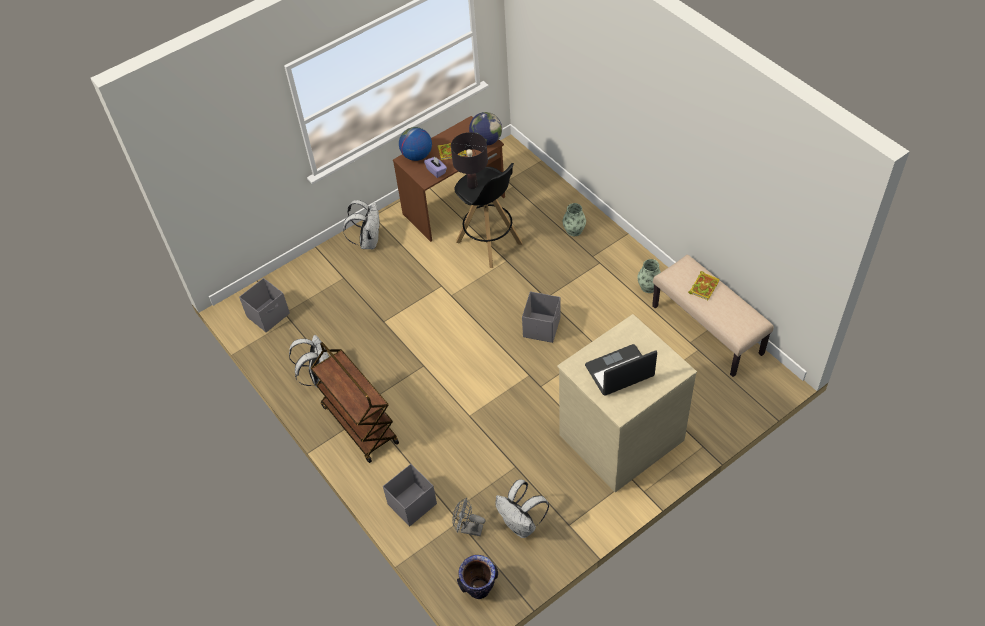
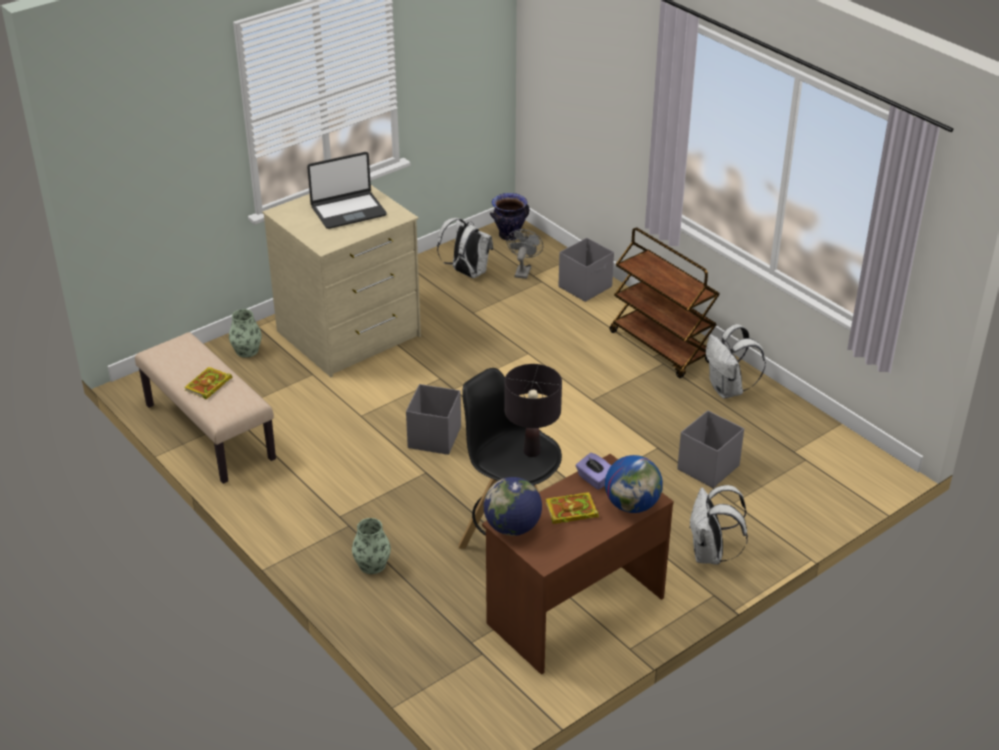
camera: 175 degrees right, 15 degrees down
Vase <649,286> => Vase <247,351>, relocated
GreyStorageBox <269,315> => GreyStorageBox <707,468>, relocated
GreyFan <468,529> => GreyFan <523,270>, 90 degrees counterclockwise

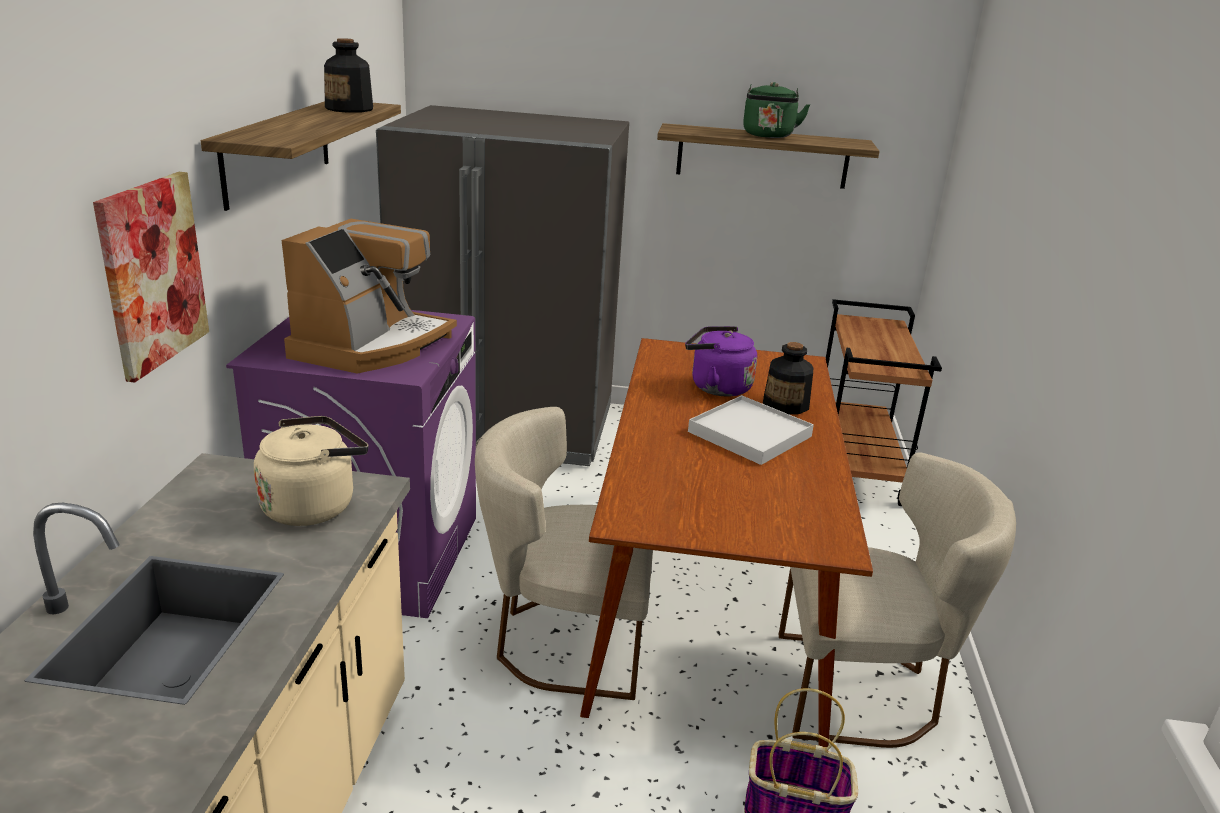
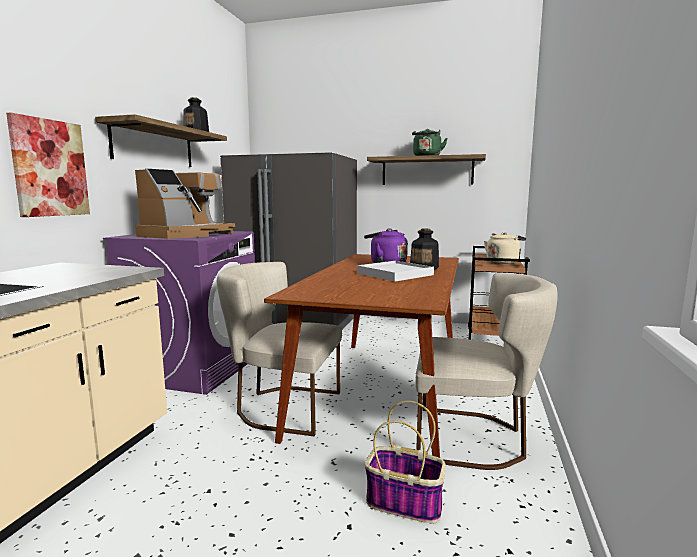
camera: 10 degrees right, 15 degrees down
BeigeKettle <313,505> => BeigeKettle <503,262>, relocated

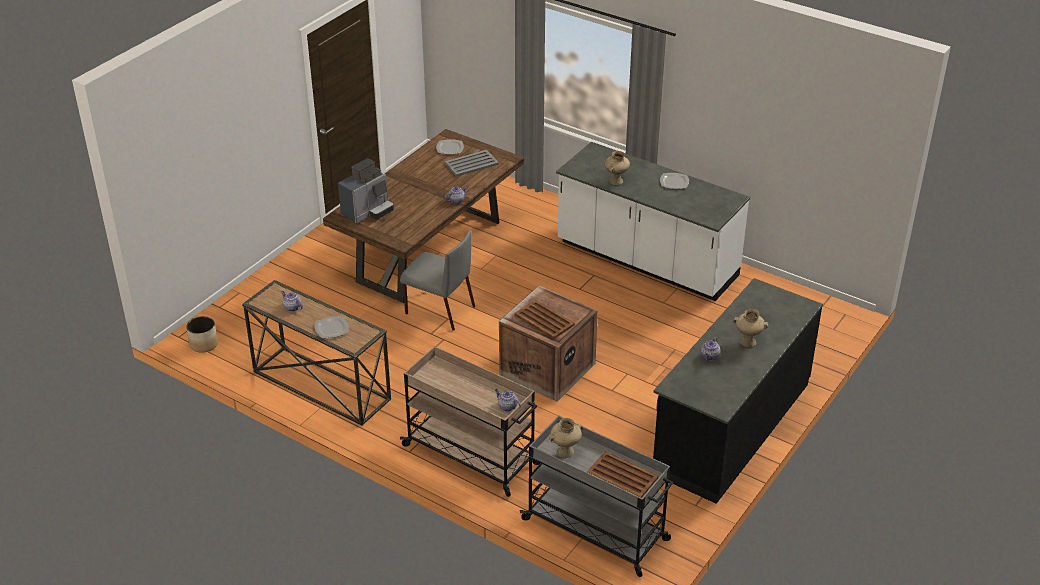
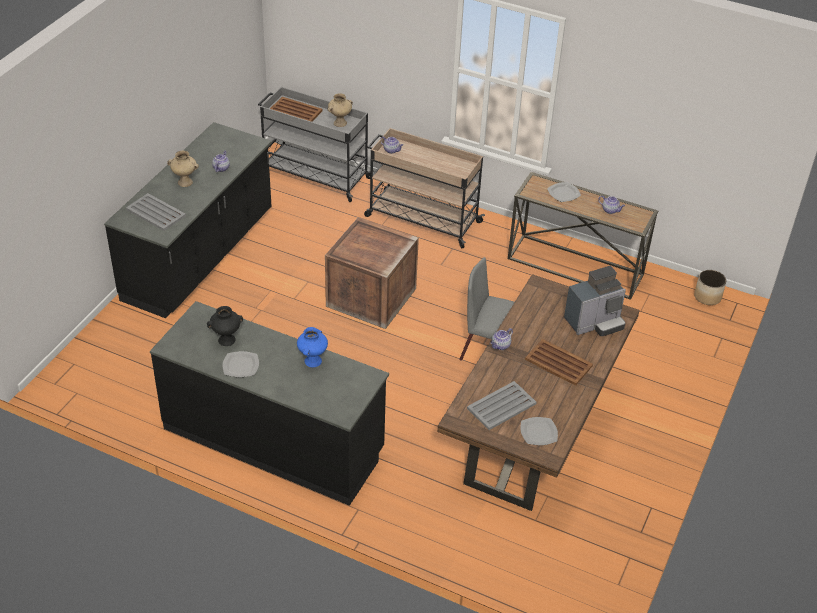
camera: 170 degrees right, 5 degrees up
WhiteCounter <646,261> => BlackCounter <274,439>
BeigeVase <616,181> => BlueVase <312,360>
CoffeeMachine <368,211> => CoffeeMachine <594,322>, 150 degrees counterclockwise
BrownTray <544,320> => BrownTray <558,362>, relocated
nothing => GreyTray <155,212>
nothing => BlackVase <227,340>

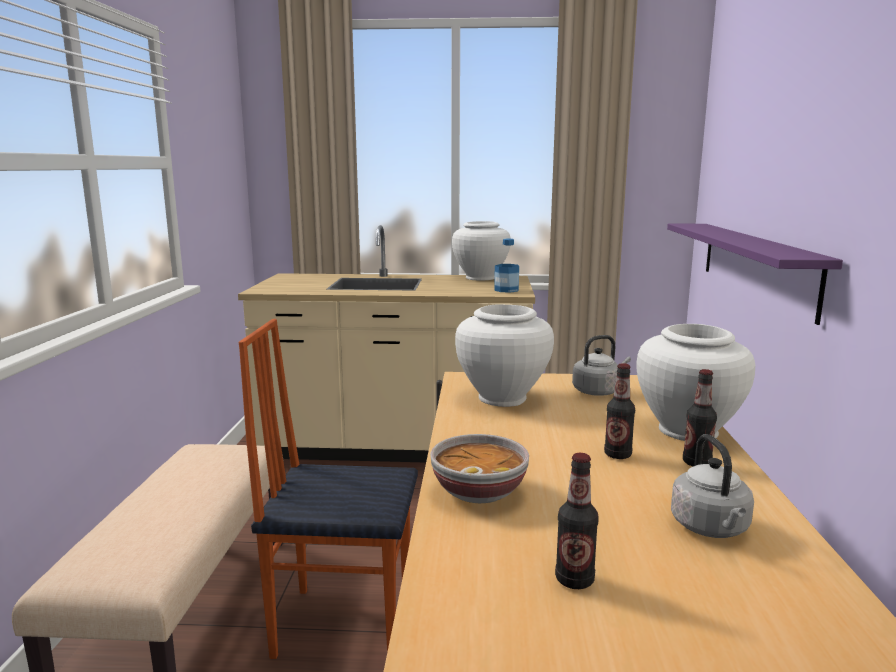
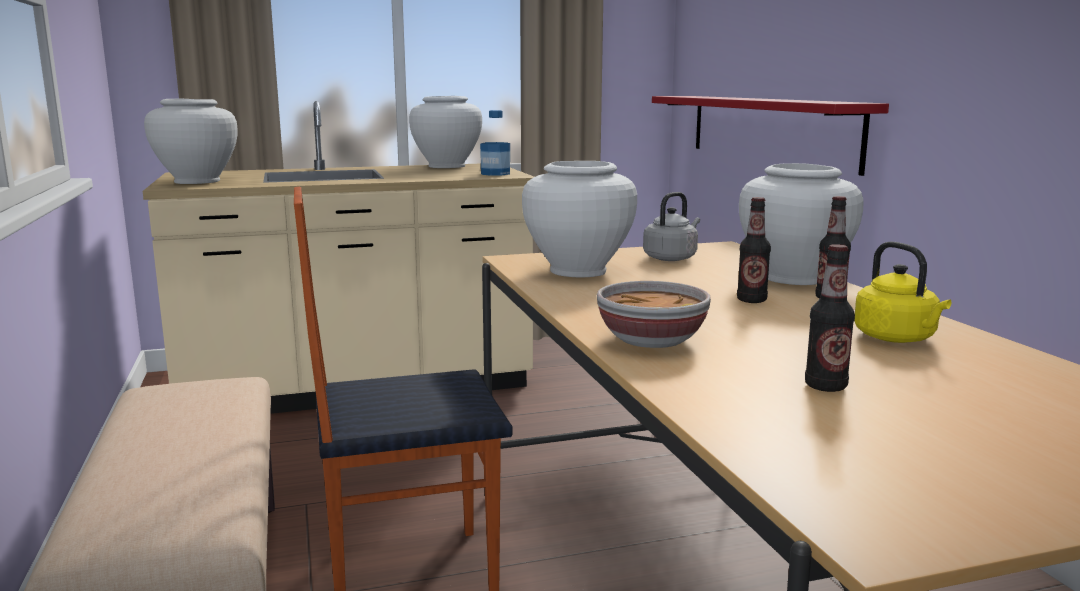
camera: 20 degrees left, 0 degrees up
PurpleShelf <755,265> => RedShelf <768,129>
GreyKettle <711,528> => YellowKettle <897,338>
nothing => WhiteVase <197,181>

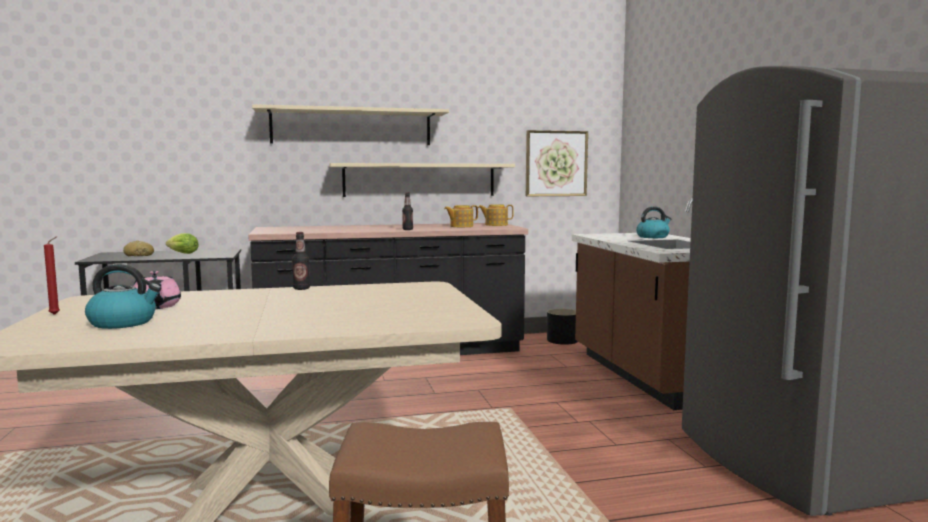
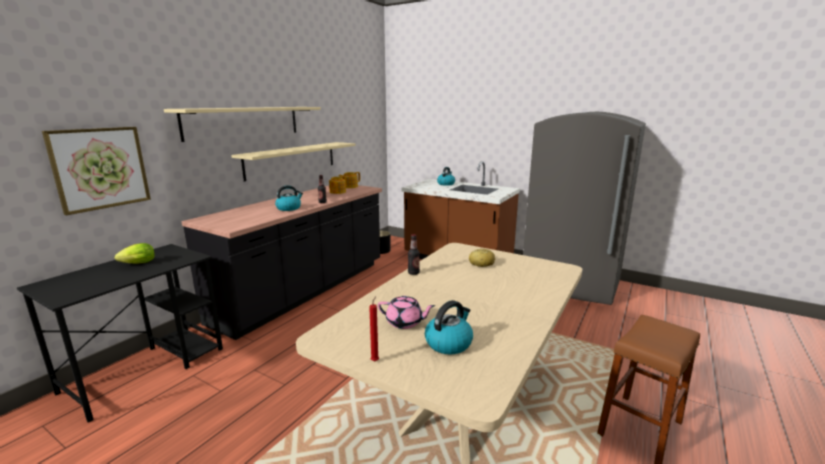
camera: 45 degrees left, 10 degrees up
Picture <556,163> => Picture <100,168>, relocated
Bread <139,255> => Bread <481,263>, relocated
nothing => Kettle <289,208>

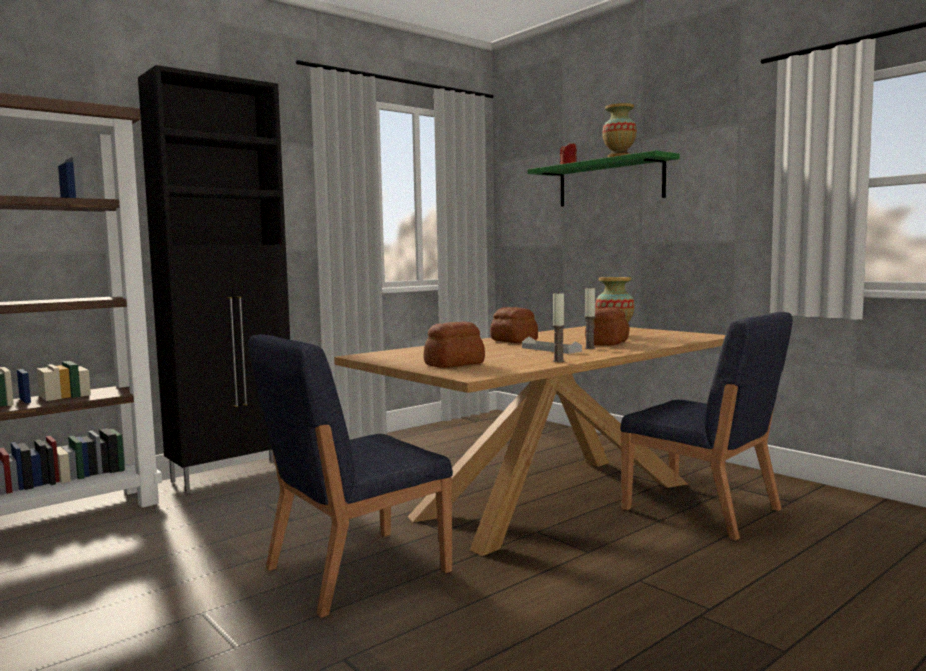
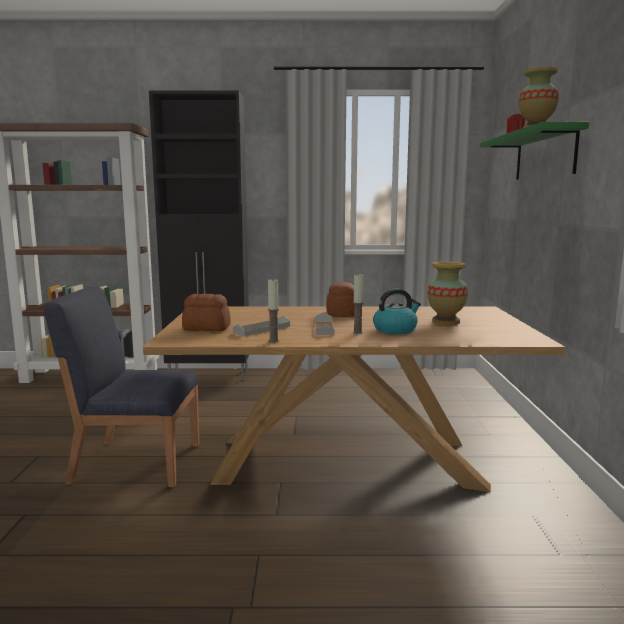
camera: 40 degrees right, 5 degrees up
Bread <606,343> => Kettle <395,330>
BlueChair <702,510> => nothing
nothing => GreyTray <262,329>

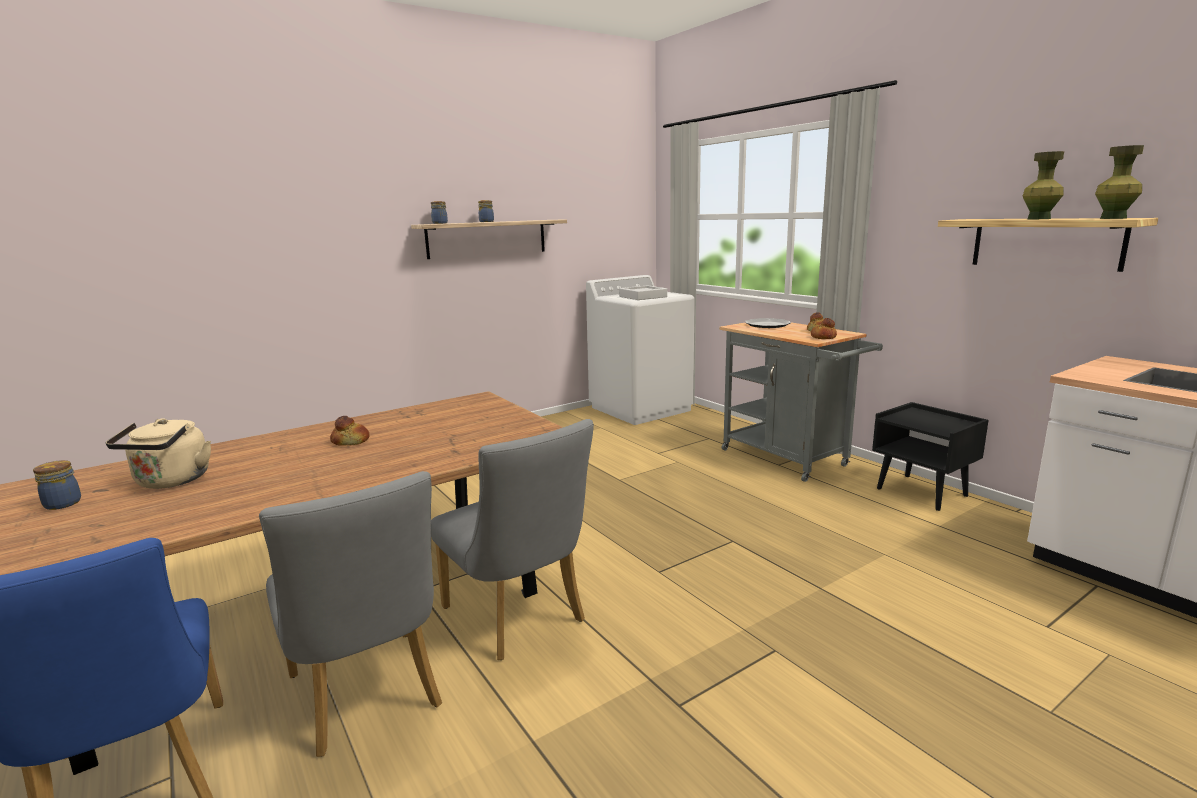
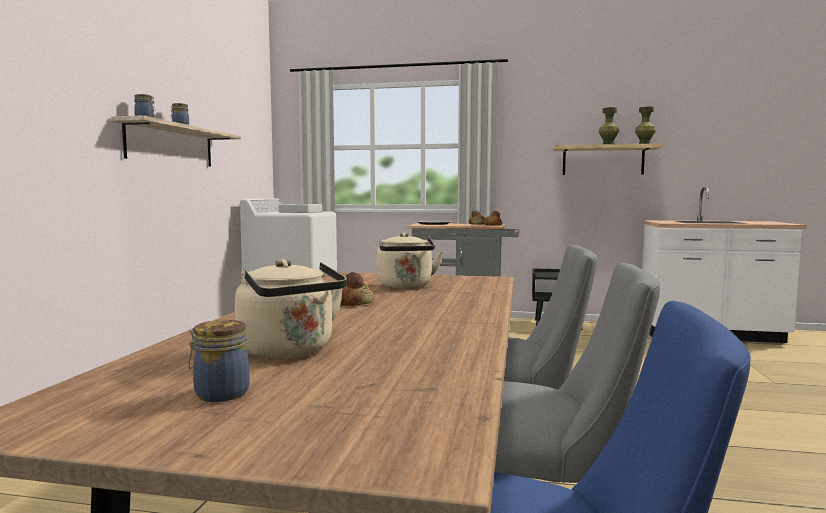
camera: 45 degrees left, 10 degrees down
nothing => BeigeKettle <405,286>

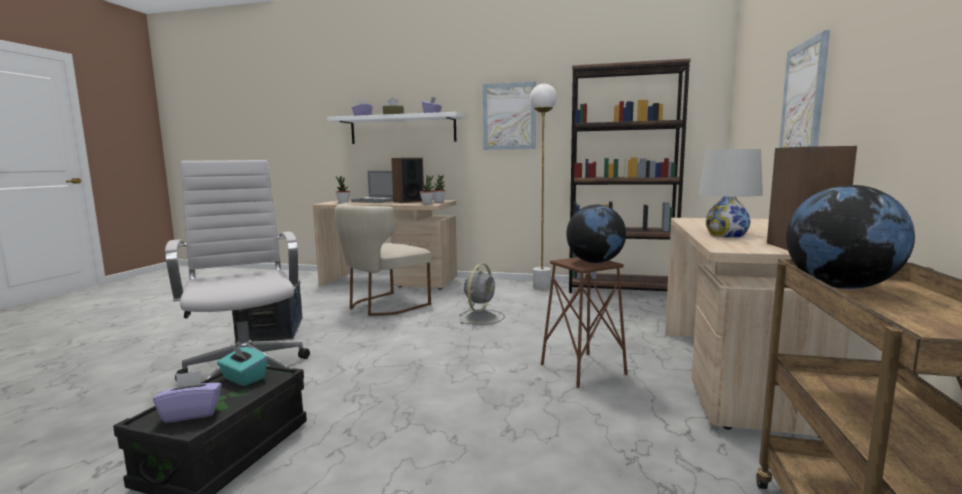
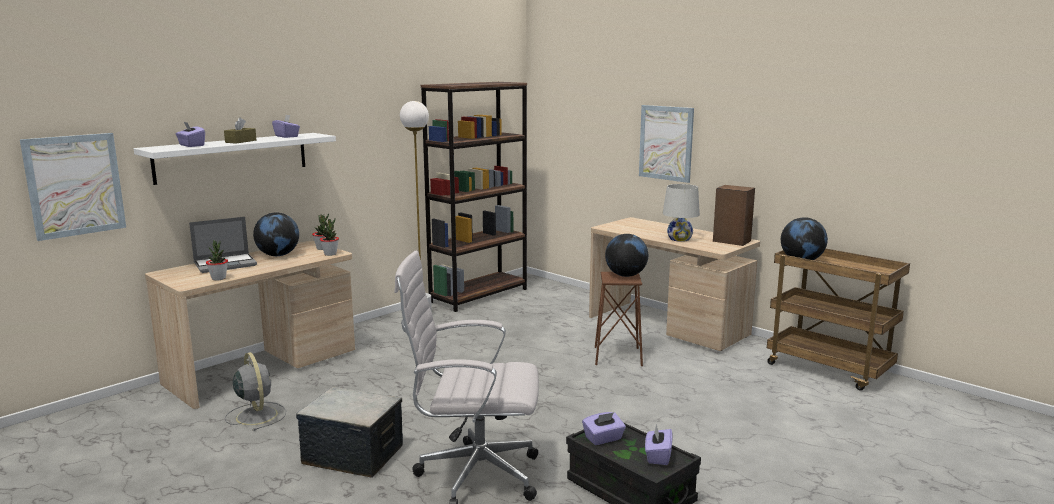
camera: 60 degrees left, 5 degrees up
Picture <509,116> => Picture <75,185>, relocated
Speaker <408,201> => Globe <278,255>
BeigeChair <383,306> => nothing
GreyFan <481,317> => GreyFan <256,415>, relocated
TurquoiseTissueBox <243,379> => PurpleTissueBox <603,439>

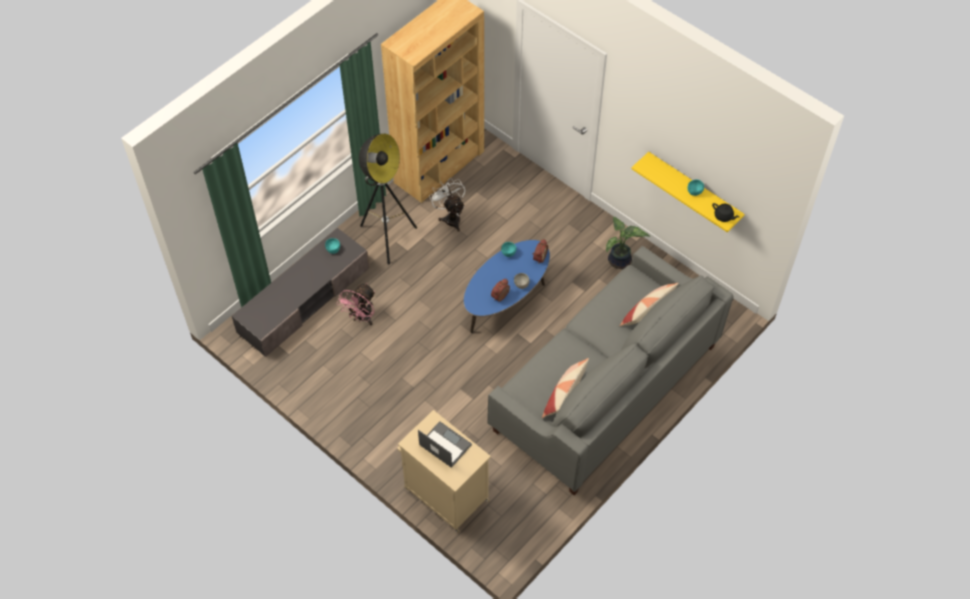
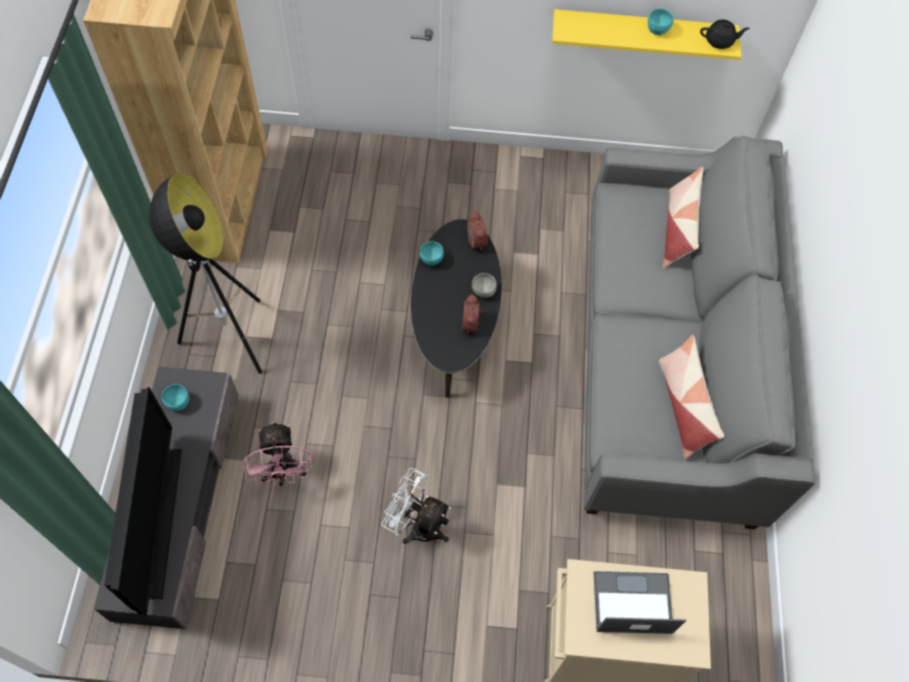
camera: 40 degrees left, 5 degrees up
WhiteFan <450,217> => WhiteFan <417,525>, relocated
PottedPlant <620,262> => nothing
BlueCoffeeTable <506,299> => BlackCoffeeTable <454,324>
nothing => Television <158,521>

